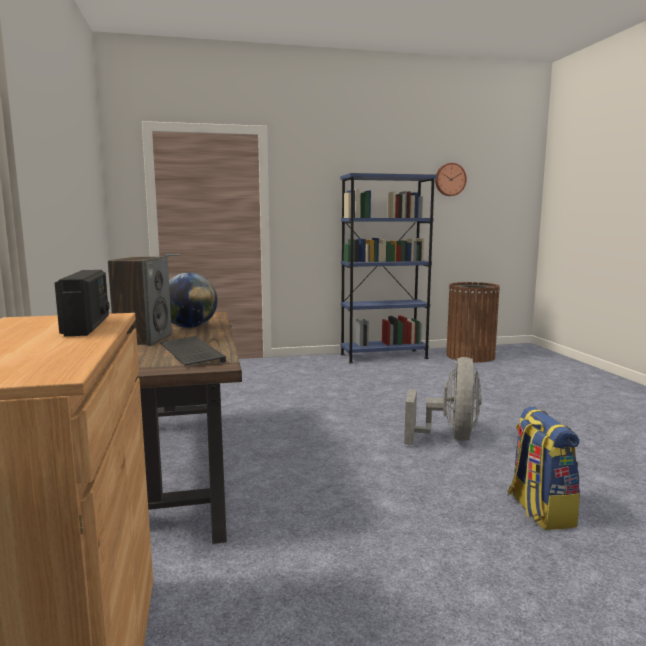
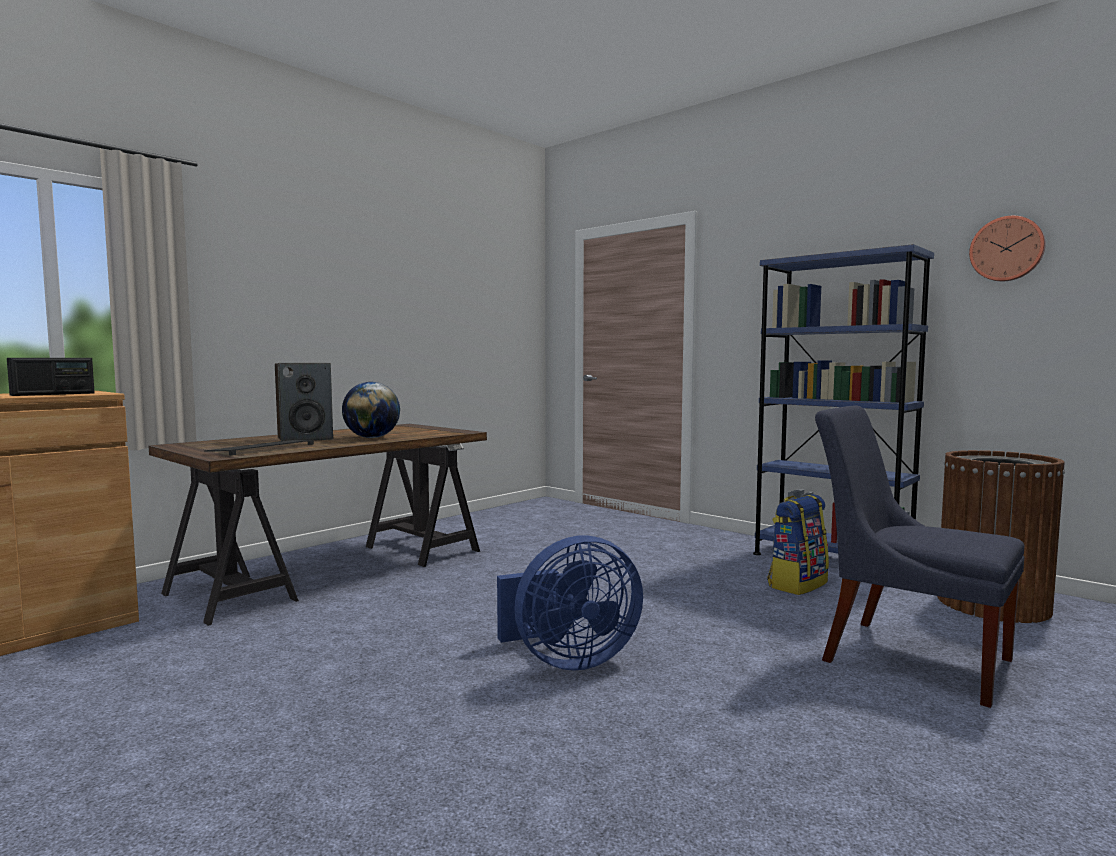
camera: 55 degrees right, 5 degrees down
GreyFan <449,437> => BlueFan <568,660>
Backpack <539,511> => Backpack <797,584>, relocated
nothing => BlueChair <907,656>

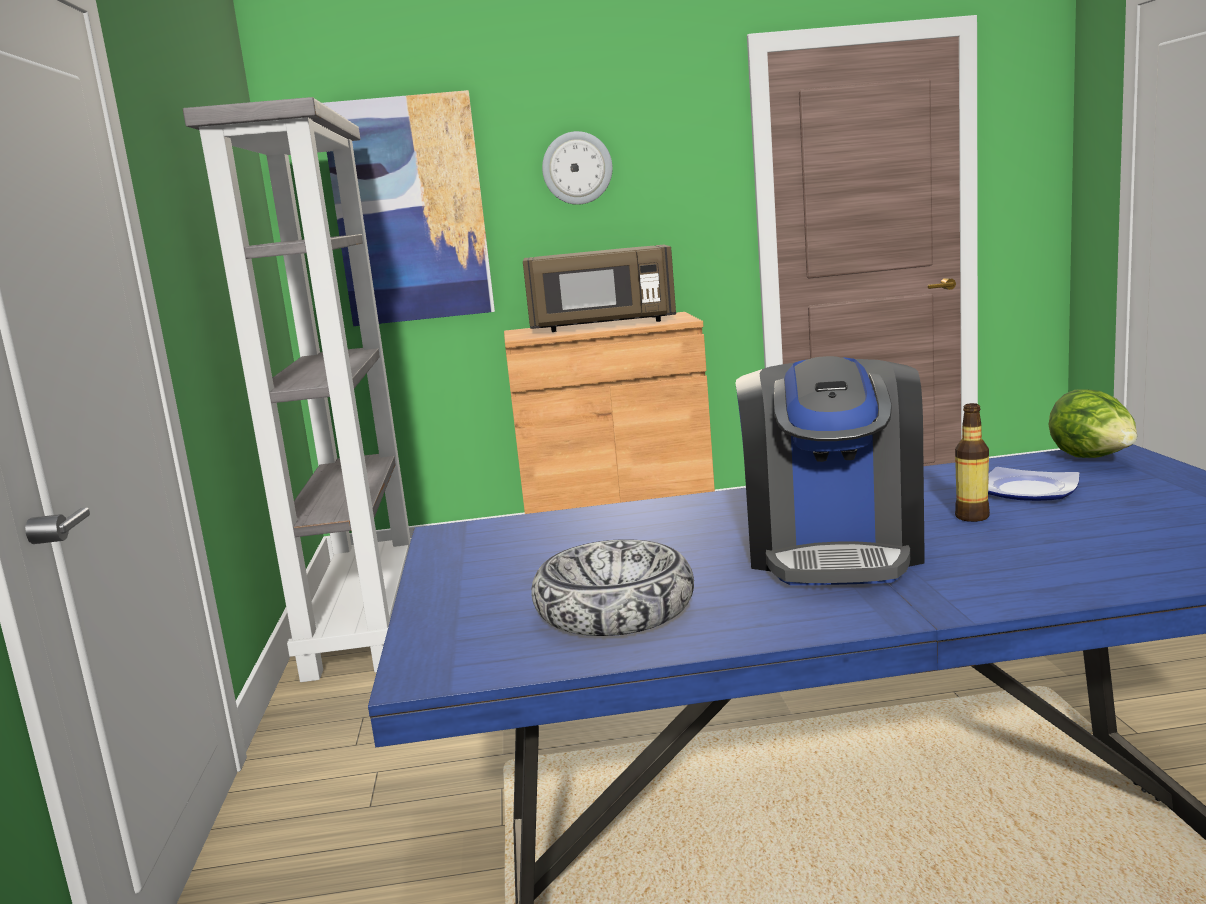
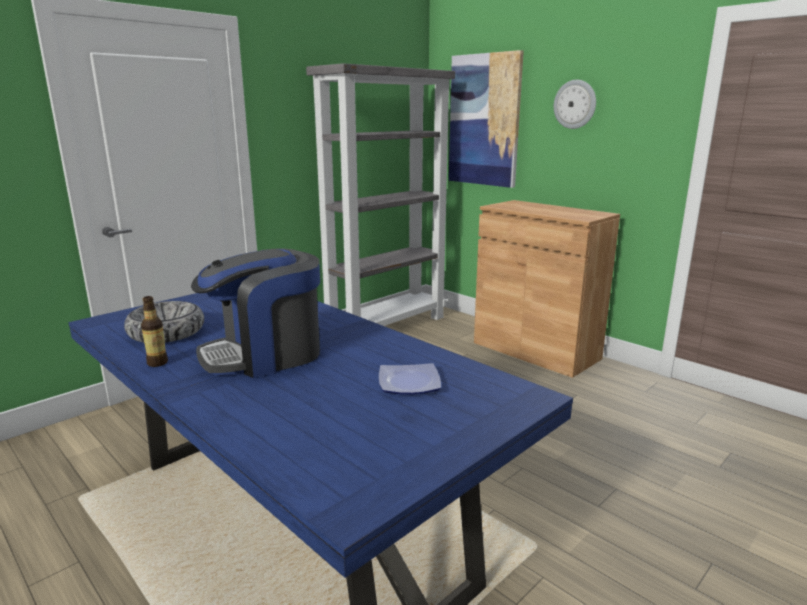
camera: 50 degrees right, 5 degrees up
BrownMicrowave <602,325> => nothing
Lettuce <1093,459> => nothing
Bottle <972,517> => Bottle <157,363>, relocated

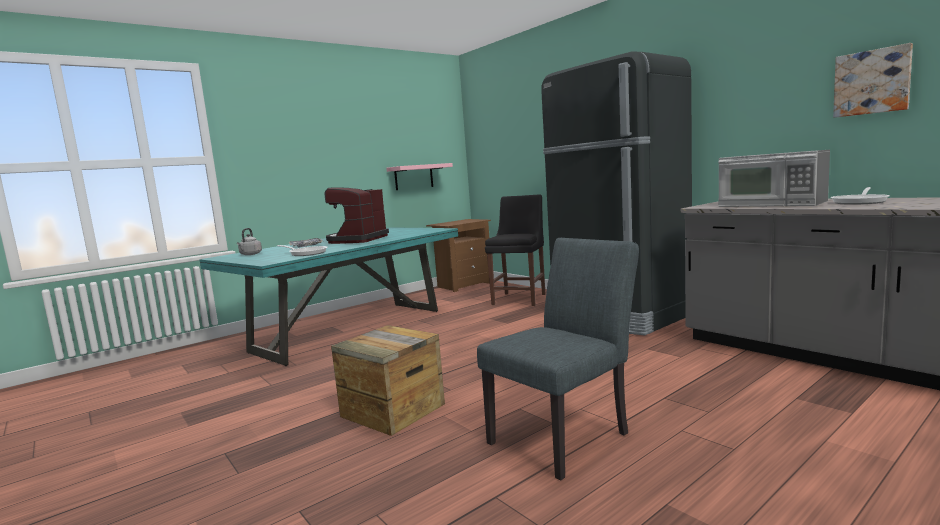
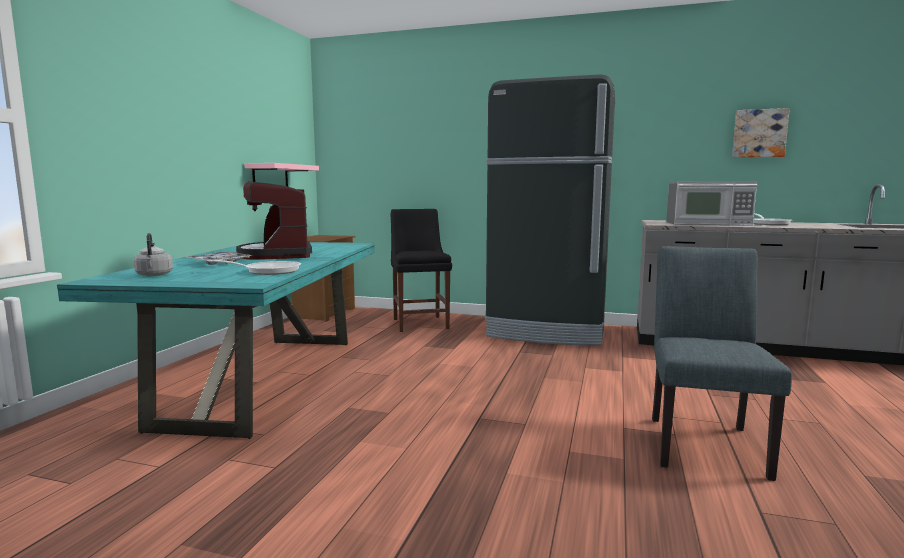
camera: 35 degrees left, 0 degrees up
Crate <393,410> => nothing

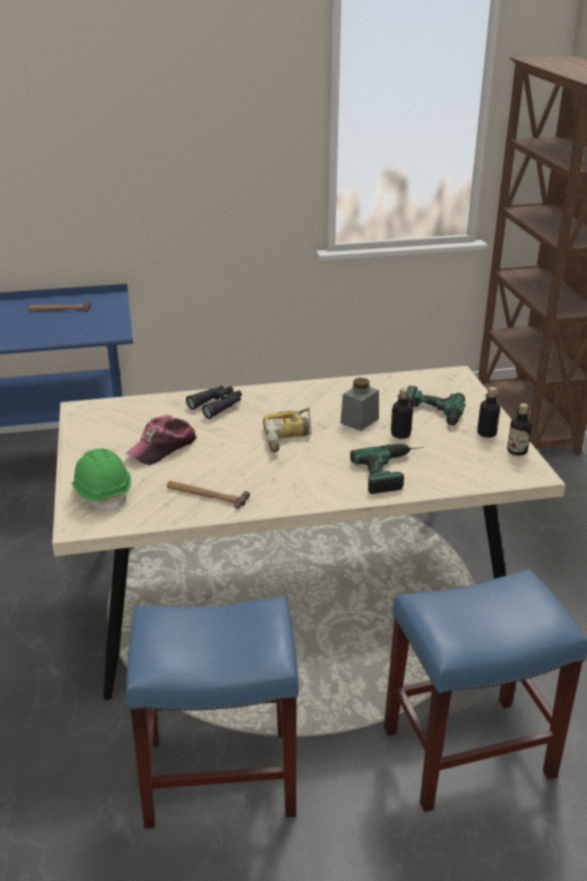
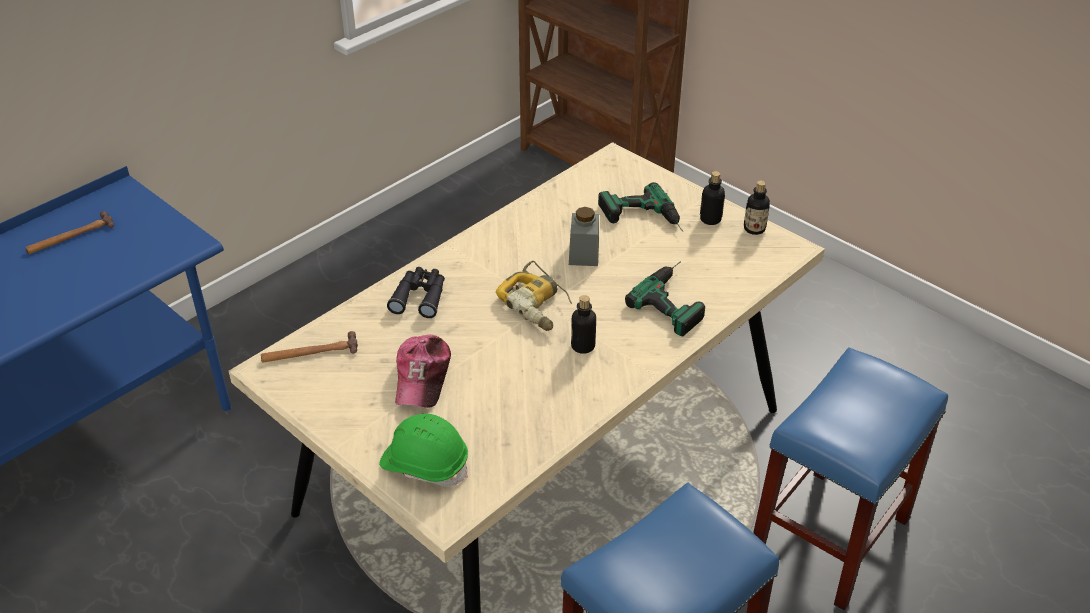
camera: 35 degrees left, 10 degrees up
Bottle <400,434> => Bottle <583,346>, relocated
Hammer <206,495> => Hammer <310,352>, relocated

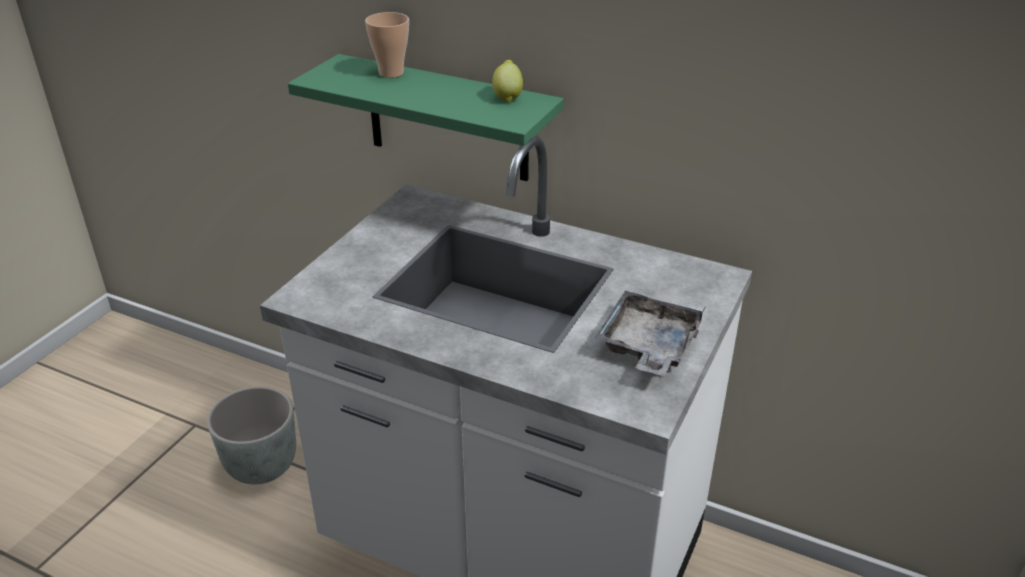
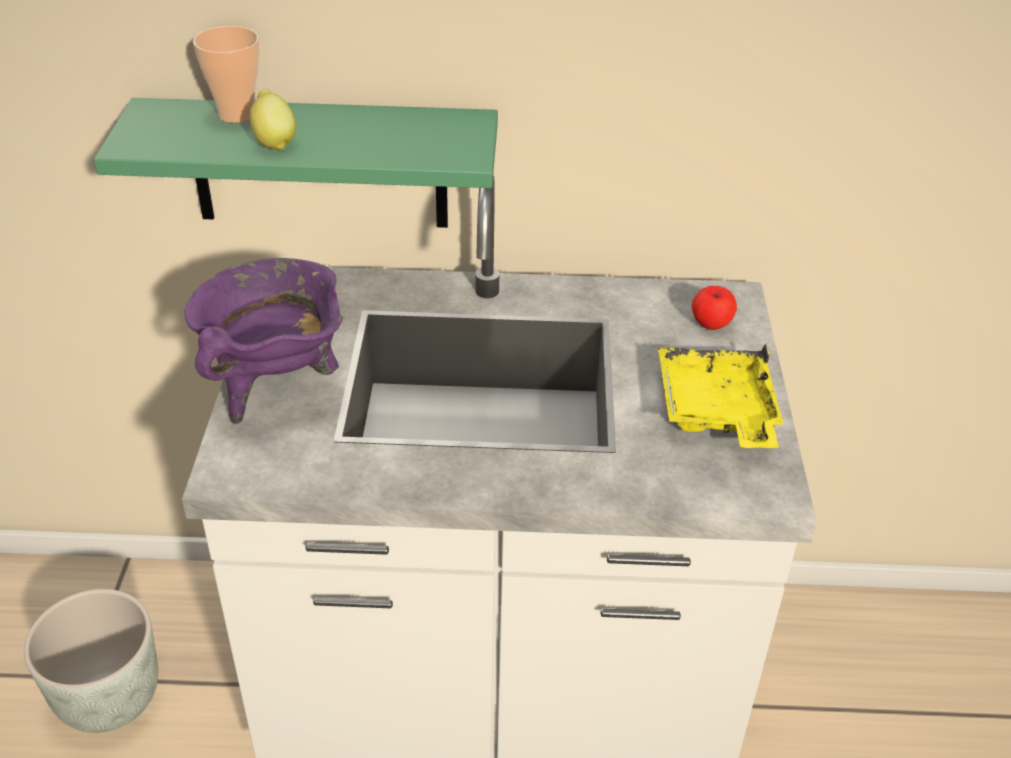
camera: 25 degrees left, 5 degrees up
Lemon <507,97> => Lemon <274,142>, relocated
GreyTray <648,346> => YellowTray <716,411>
nothing => PurpleCookingPot <277,385>
nothing => Apple <711,324>

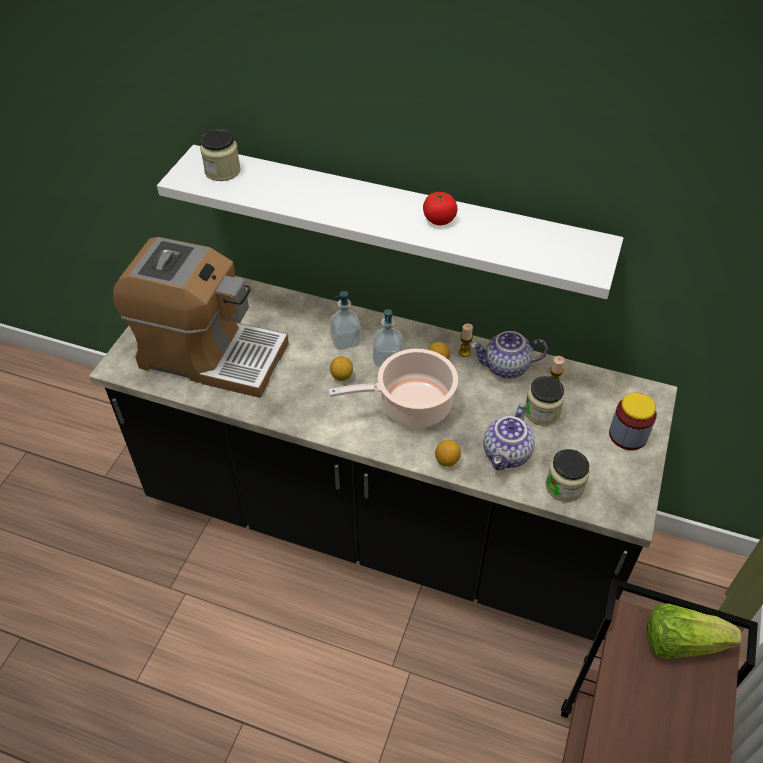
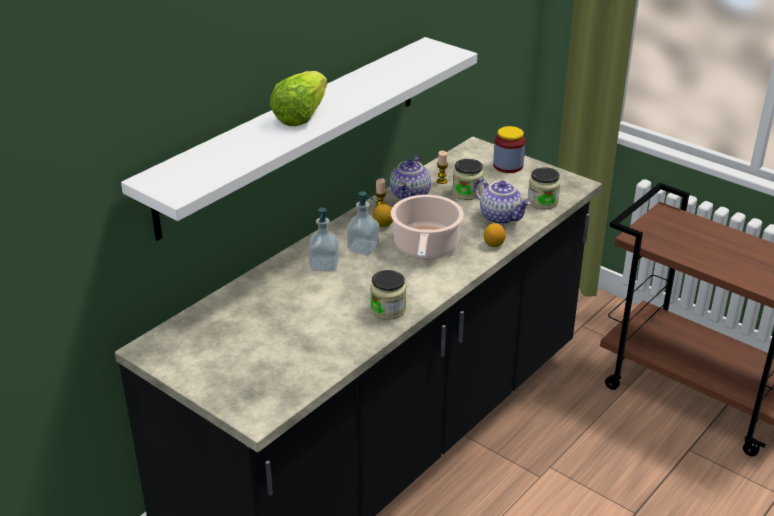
camera: 70 degrees left, 15 degrees down
Jar <222,171> => Jar <388,309>, relocated
Tomato <439,219> => nothing
CoffeeMachine <211,355> => nothing
Lemon <342,376> => nothing
Lettuce <681,642> => Lettuce <301,116>, relocated

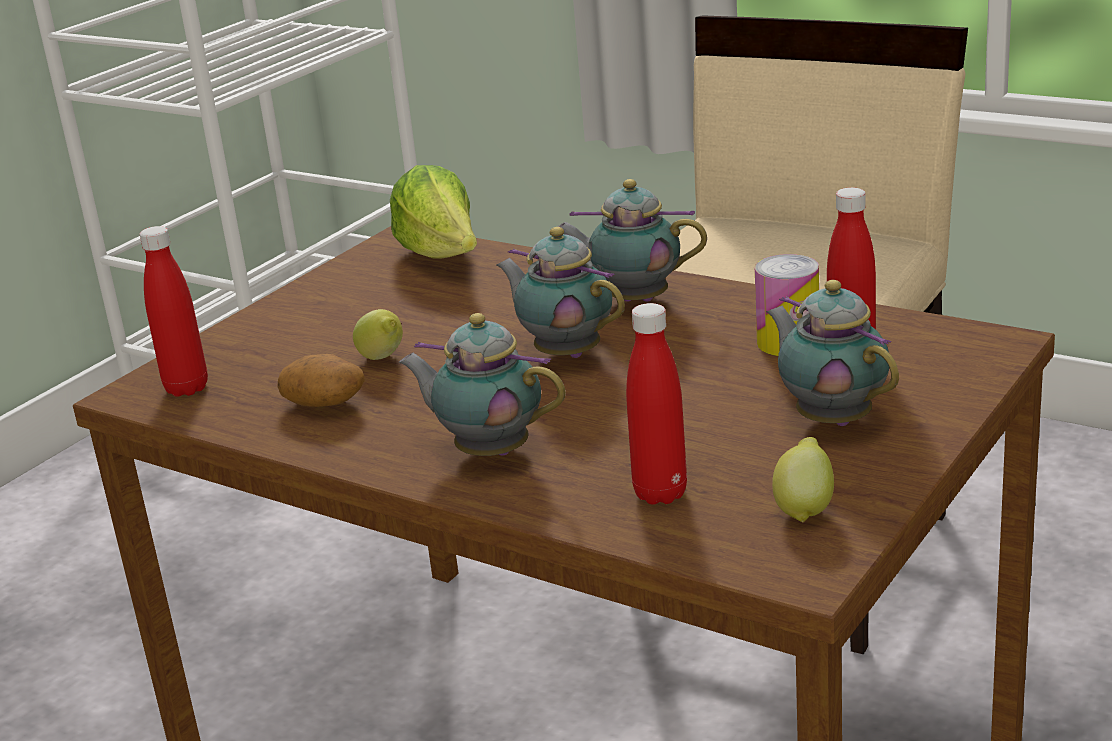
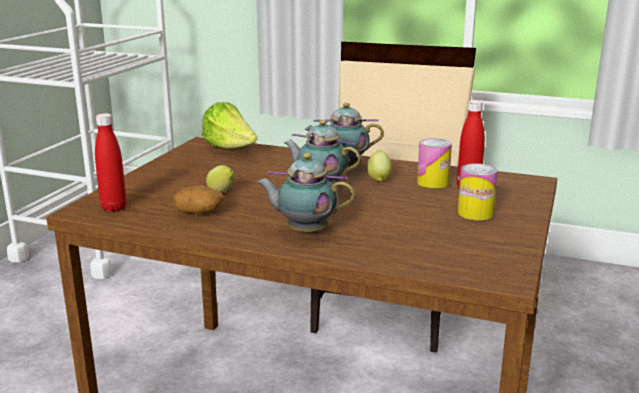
camera: 15 degrees left, 5 degrees down
Teapot <831,418> => Can <475,213>
RedBottle <660,493> => nothing
Lemon <804,508> => Lemon <379,178>, relocated

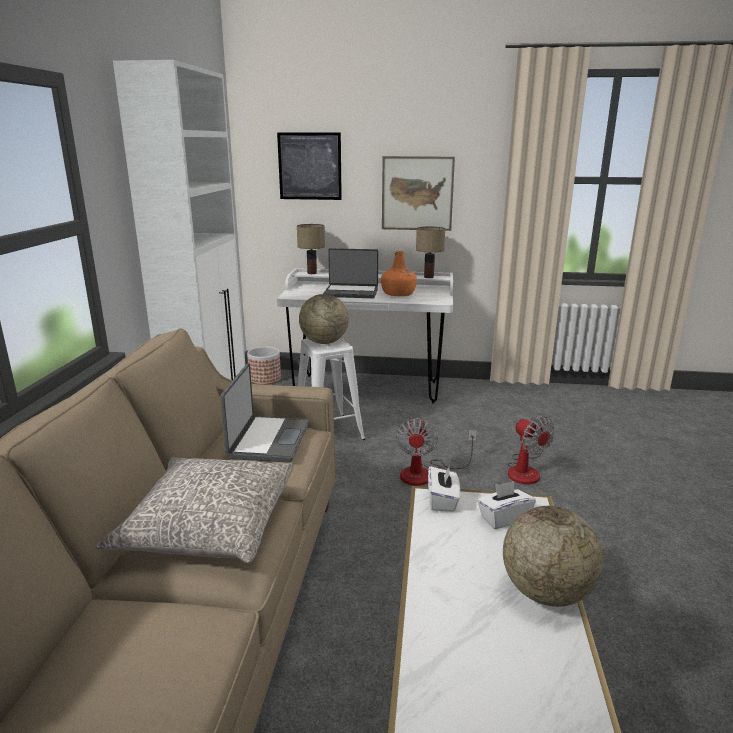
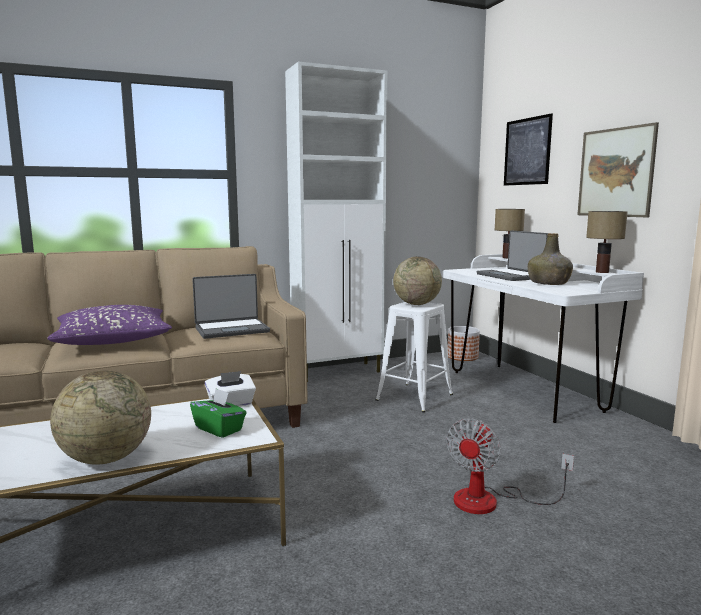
camera: 60 degrees right, 10 degrees down
OrangeBottle <398,294> => GreenBottle <549,283>
Fan <426,473> => nothing
GreyPillow <209,524> => PurplePillow <113,340>
WhiteTissueBox <503,518> => GreenTissueBox <219,429>

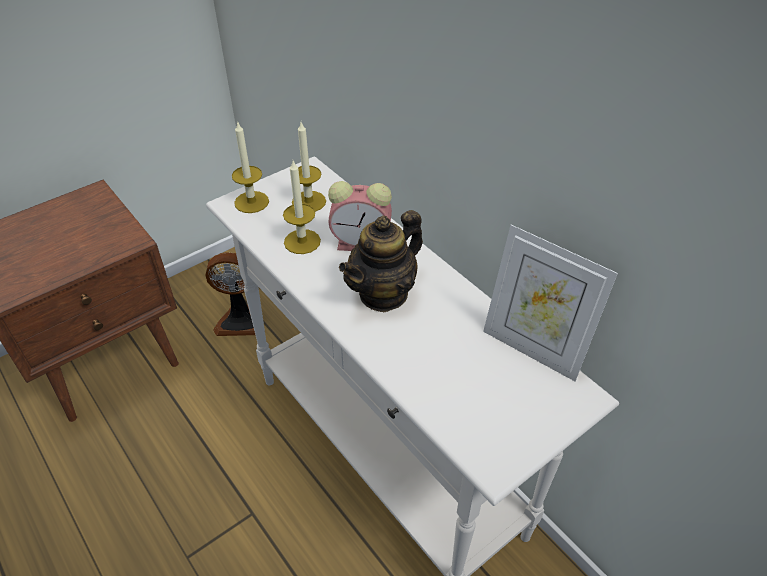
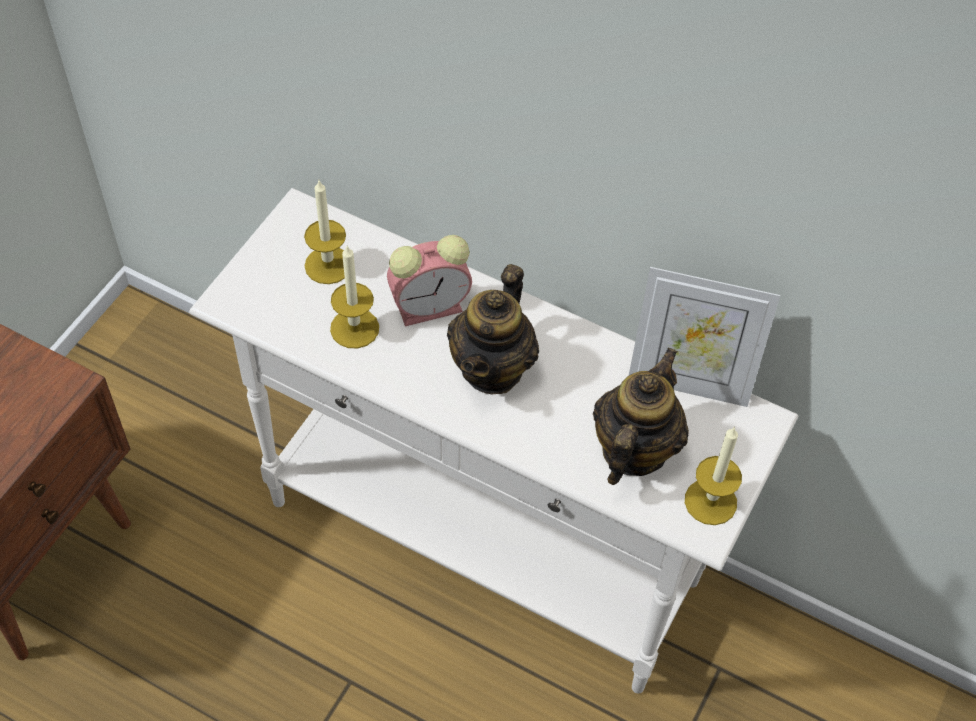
camera: 25 degrees left, 10 degrees up
Candle <251,202> => Candle <710,501>, relocated
Fan <240,320> => nothing
nothing => Teapot <633,450>

